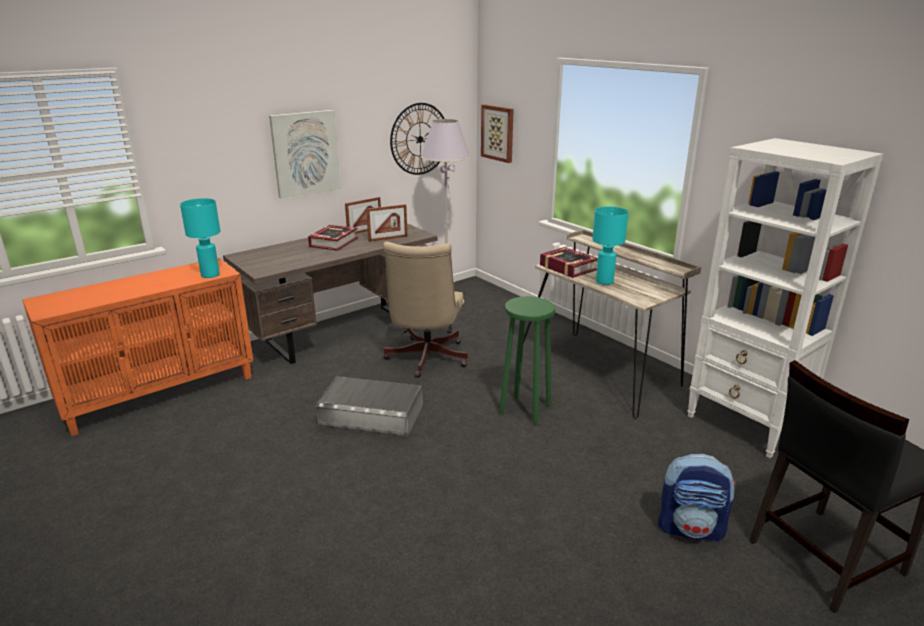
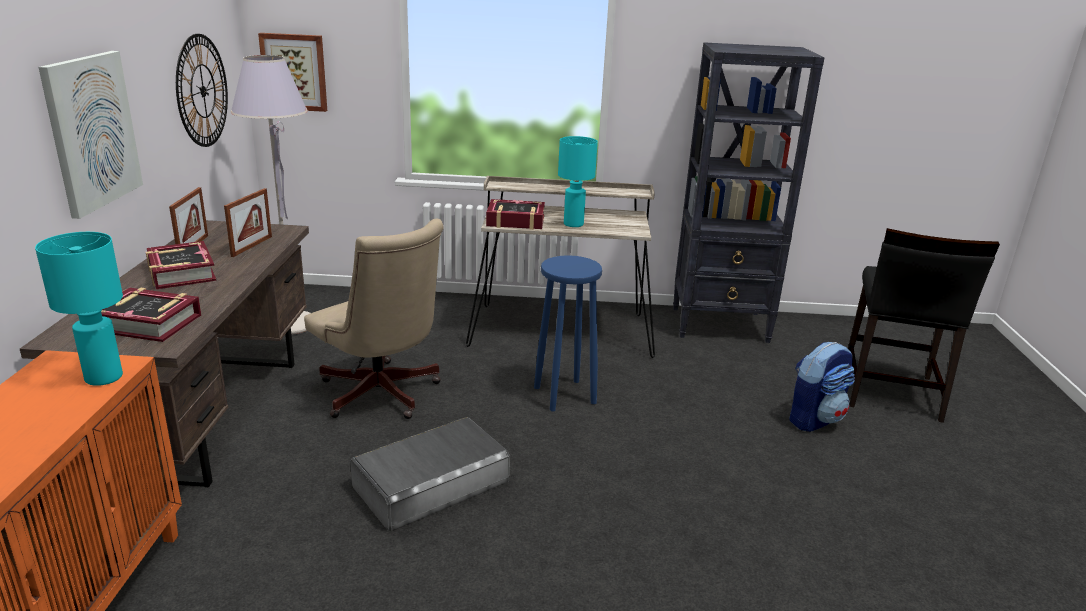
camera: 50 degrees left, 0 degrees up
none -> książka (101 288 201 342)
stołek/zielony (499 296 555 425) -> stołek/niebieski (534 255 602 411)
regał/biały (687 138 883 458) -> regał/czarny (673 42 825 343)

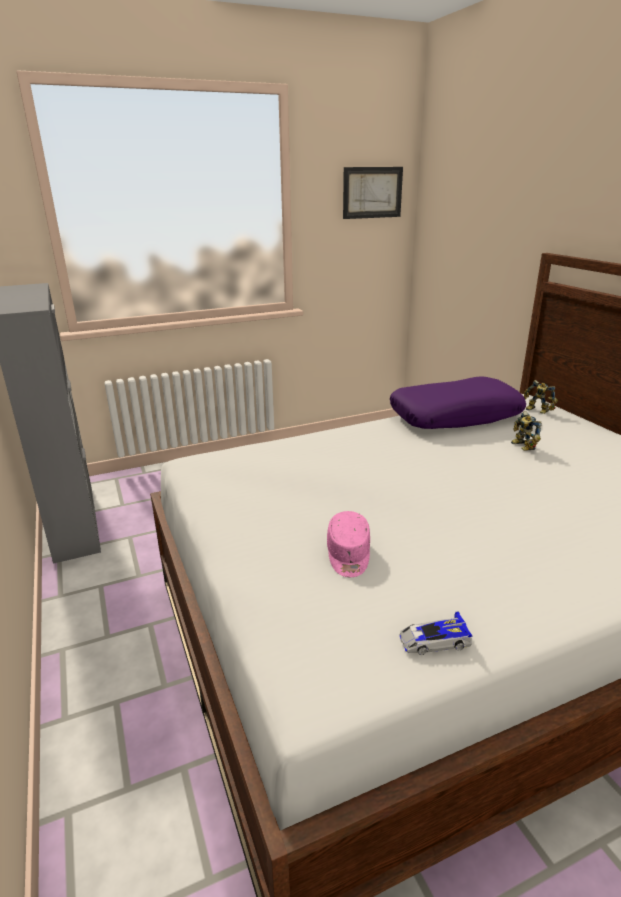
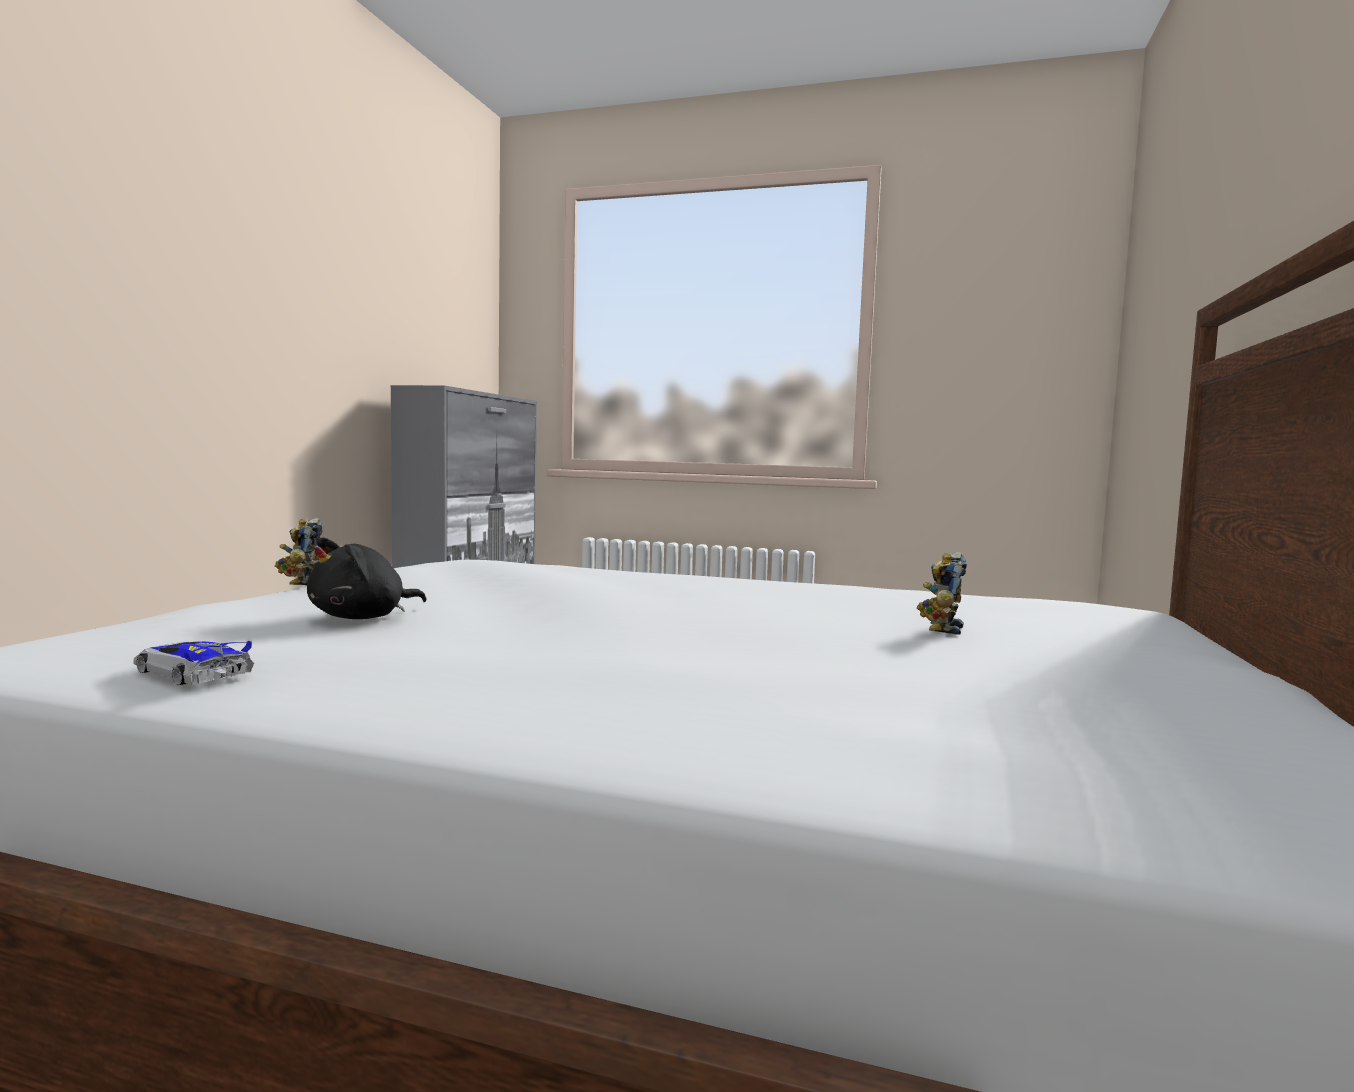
camera: 40 degrees right, 20 degrees down
robot zabawkowy (524 380 558 414) -> robot zabawkowy (275 518 322 585), relocated
czapka z daszkiem/różowy (327 511 370 577) -> pluszak/czarny (307 537 426 619)
obraz (343 167 403 219) -> none
poduszka/fioletowy (390 376 526 429) -> none

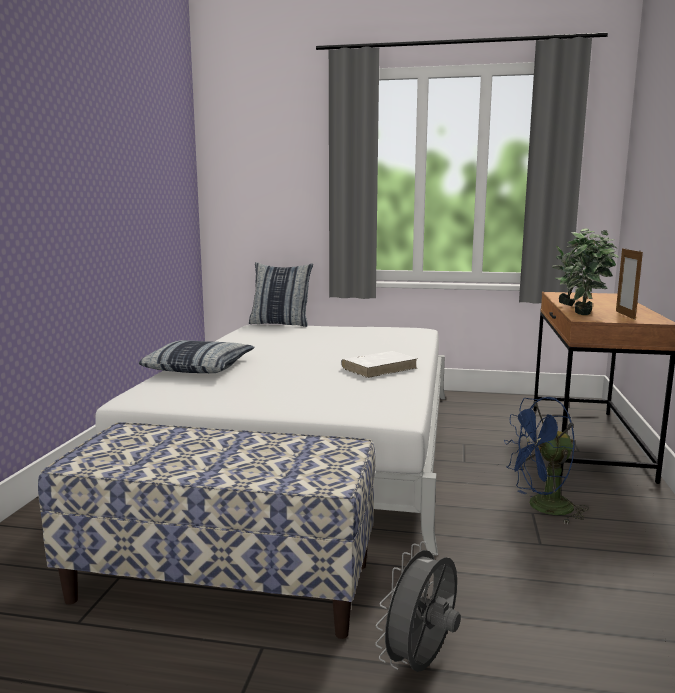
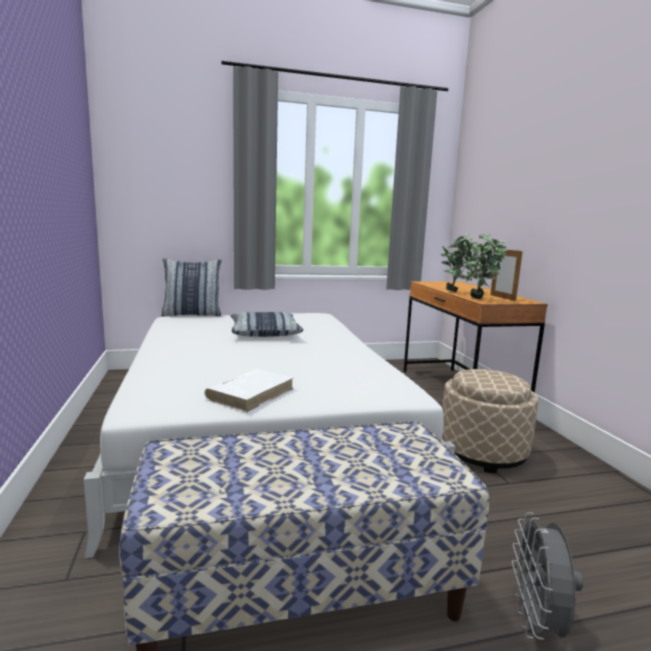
camera: 25 degrees left, 0 degrees up
książka/biały (341 351 418 378) -> książka/biały (204 369 294 412), relocated
poduszka (139 340 255 373) -> poduszka (230 312 303 337), relocated
wentylator/niebieski (504 397 589 524) -> pufa/beżowy (442 369 538 473)

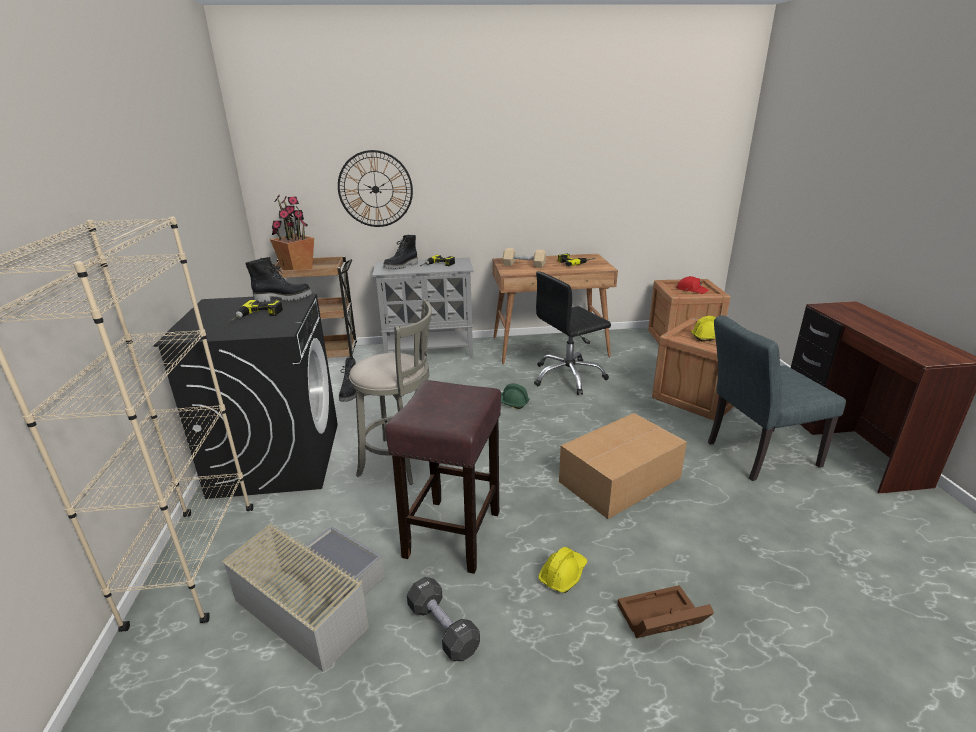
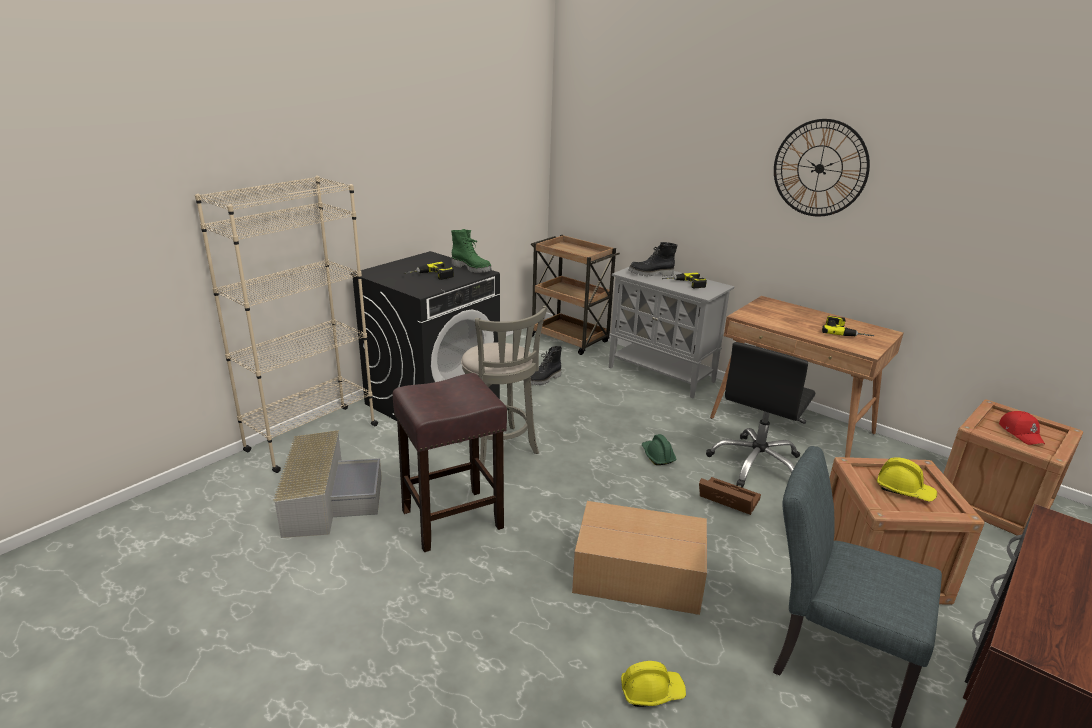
camera: 45 degrees right, 0 degrees up
but z cholewką/czarny (246 257 312 302) -> but z cholewką/zielony (451 229 492 273)
kask/żółty (538 547 587 593) -> kask/żółty (621 661 686 707), relocated
pojemnik do przechowywania/brązowy (617 585 714 638) -> pojemnik do przechowywania/brązowy (699 477 761 515), relocated
krzesło biurowe/czarny (534 271 611 395) -> krzesło biurowe/czarny (706 342 816 488), 75 degrees counterclockwise
zegar ścienny (338 150 413 227) -> zegar ścienny (774 119 870 216), relocated
roślina doniczkowa (270 194 314 270) -> none
hantel/czarny (407 577 480 661) -> none
hantel/beżowy (503 248 546 268) -> none

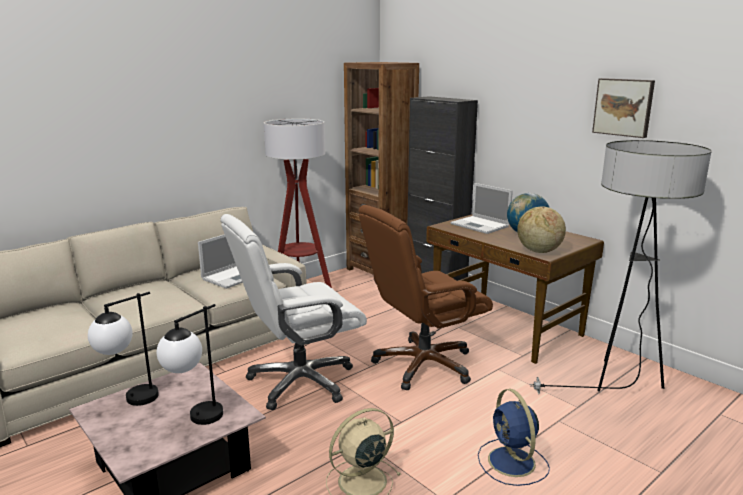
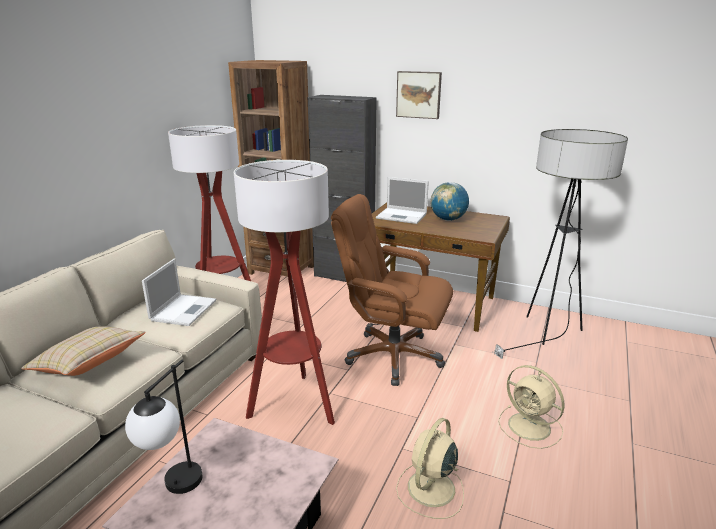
camera: 25 degrees left, 5 degrees up
none -> poduszka/beżowy (21 326 146 376)
krzesło biurowe/biały (221 214 367 410) -> lampa stojąca (234 160 335 425)
krzesło biurowe/brązowy (359 205 493 390) -> krzesło biurowe/brązowy (331 194 453 386), 75 degrees clockwise
obraz (592 78 655 138) -> obraz (396 71 442 119), relocated
wentylator/niebieski (478 389 550 486) -> wentylator/beżowy (498 365 565 449)
lampa stołowa (157 304 223 425) -> none
globus (517 207 566 253) -> none

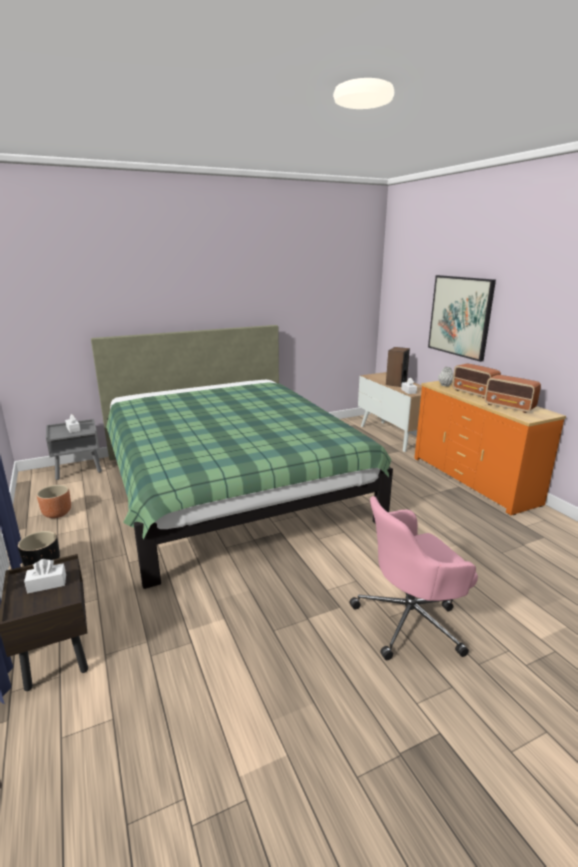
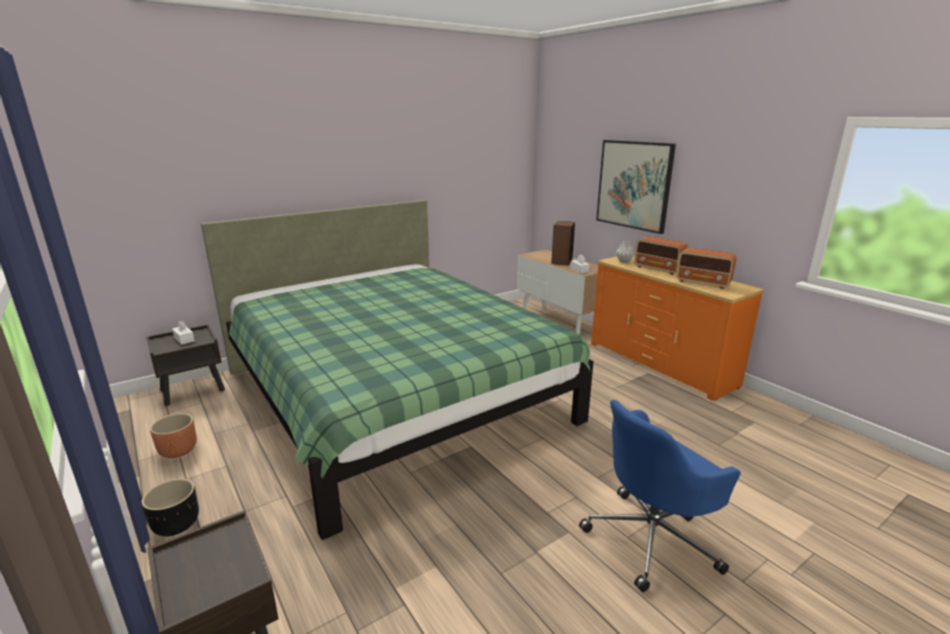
camera: 10 degrees left, 0 degrees up
szafka nocna/szary (46 419 102 480) -> szafka nocna/brązowy (146 324 225 406)
krzesło biurowe/różowy (350 496 478 660) -> krzesło biurowe/niebieski (579 400 741 592)
pudełko chusteczek/biały (24 559 66 593) -> none

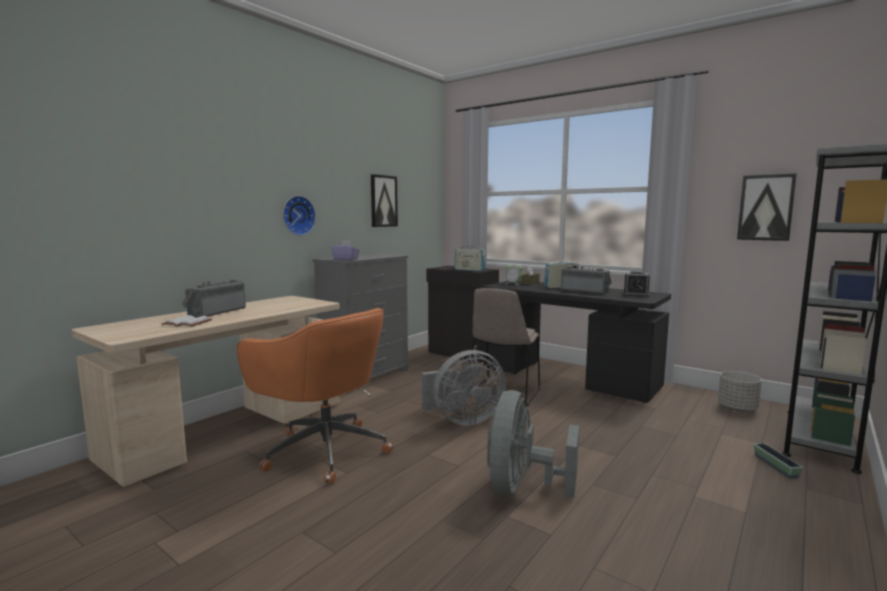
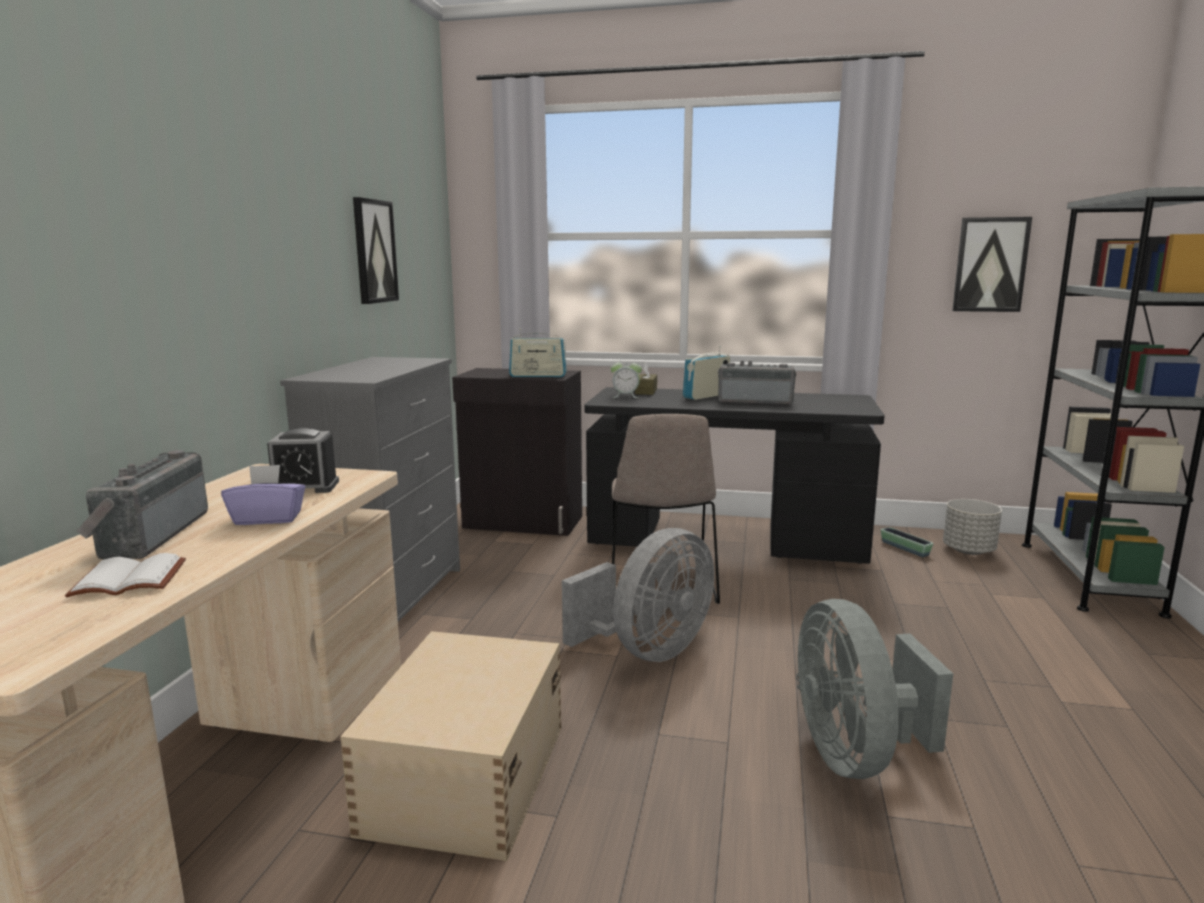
camera: 25 degrees left, 5 degrees up
pudełko chusteczek/fioletowy (331 240 360 260) -> pudełko chusteczek/fioletowy (221 465 306 525), relocated
budzik (623 271 650 297) -> budzik (267 428 339 493), relocated
krzesło biurowe/pomarańczowy (237 308 393 484) -> pojemnik do przechowywania/beżowy (340 631 561 861)
donica (754 443 803 479) -> donica (881 527 933 557), relocated
zegar ścienny (283 196 316 235) -> none

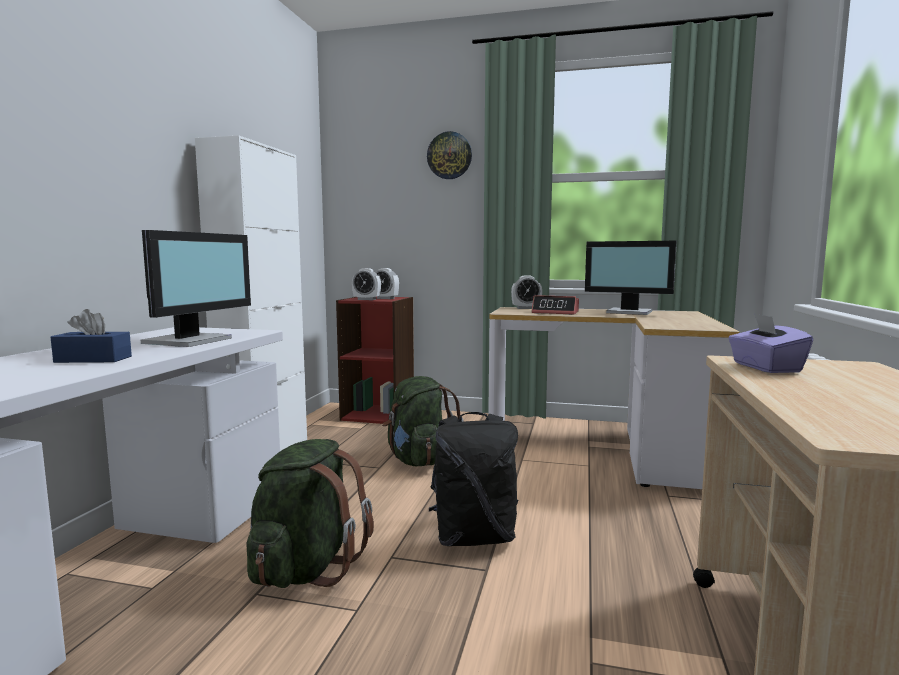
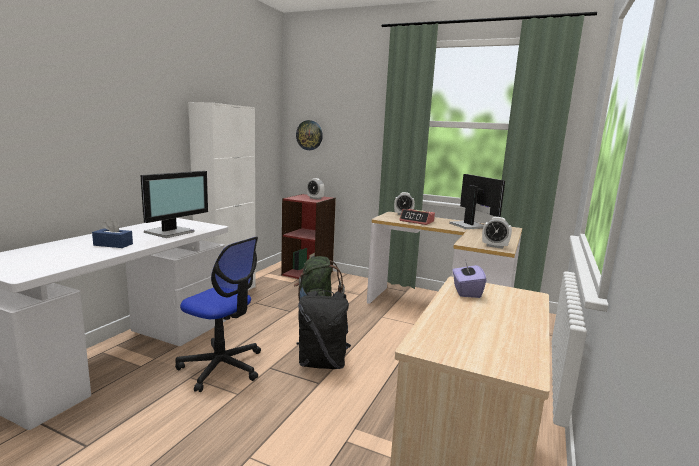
camera: 10 degrees right, 5 degrees up
plecak/zielony (246 439 374 588) -> krzesło biurowe (175 237 261 392)
zegar ścienny (427 131 472 179) -> zegar ścienny (296 120 323 150), relocated
monitor (585 241 677 315) -> monitor (449 174 505 229), 150 degrees counterclockwise
budzik (352 268 381 300) -> budzik (482 217 512 249), relocated

